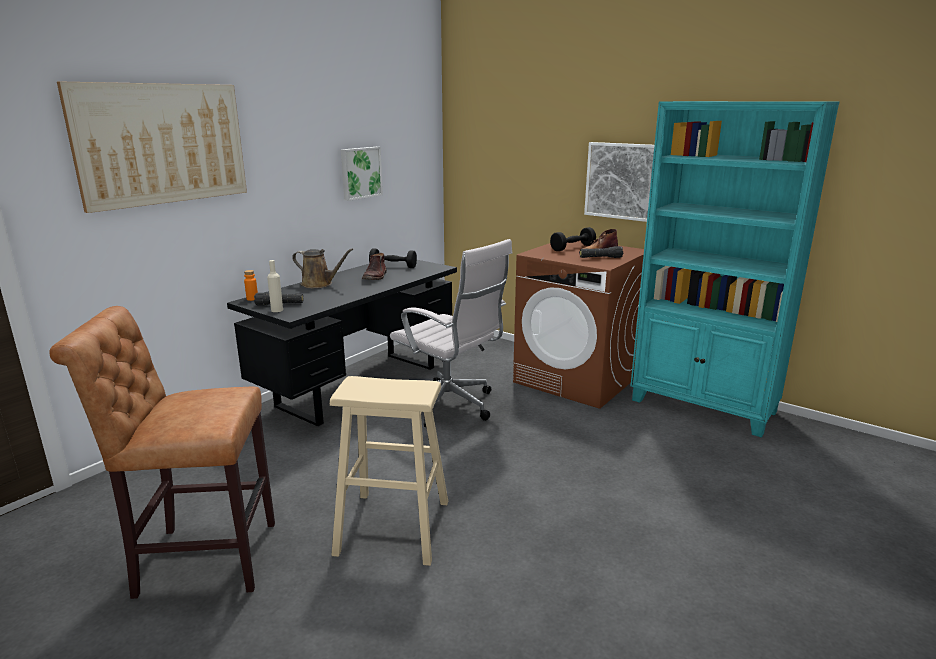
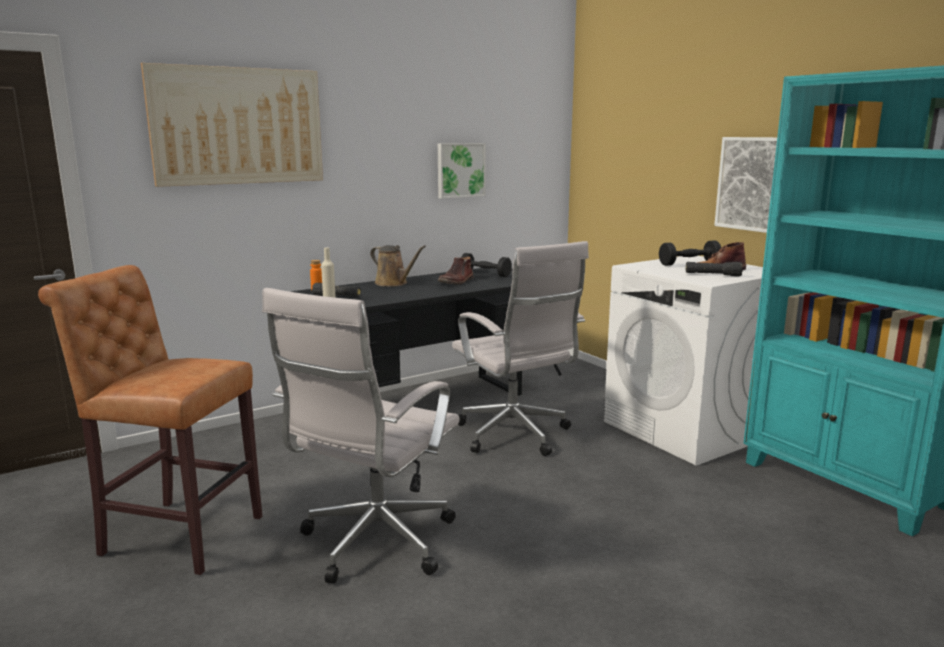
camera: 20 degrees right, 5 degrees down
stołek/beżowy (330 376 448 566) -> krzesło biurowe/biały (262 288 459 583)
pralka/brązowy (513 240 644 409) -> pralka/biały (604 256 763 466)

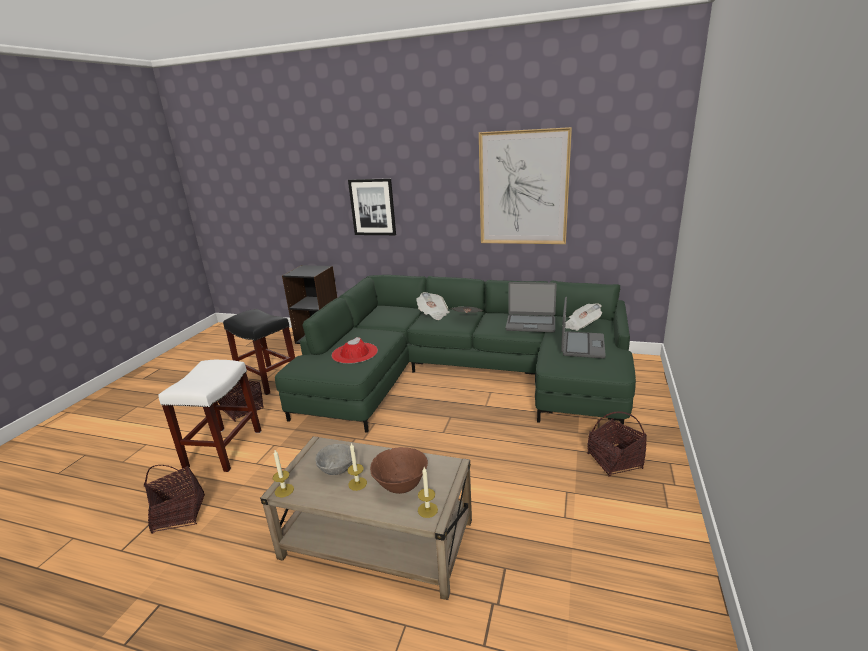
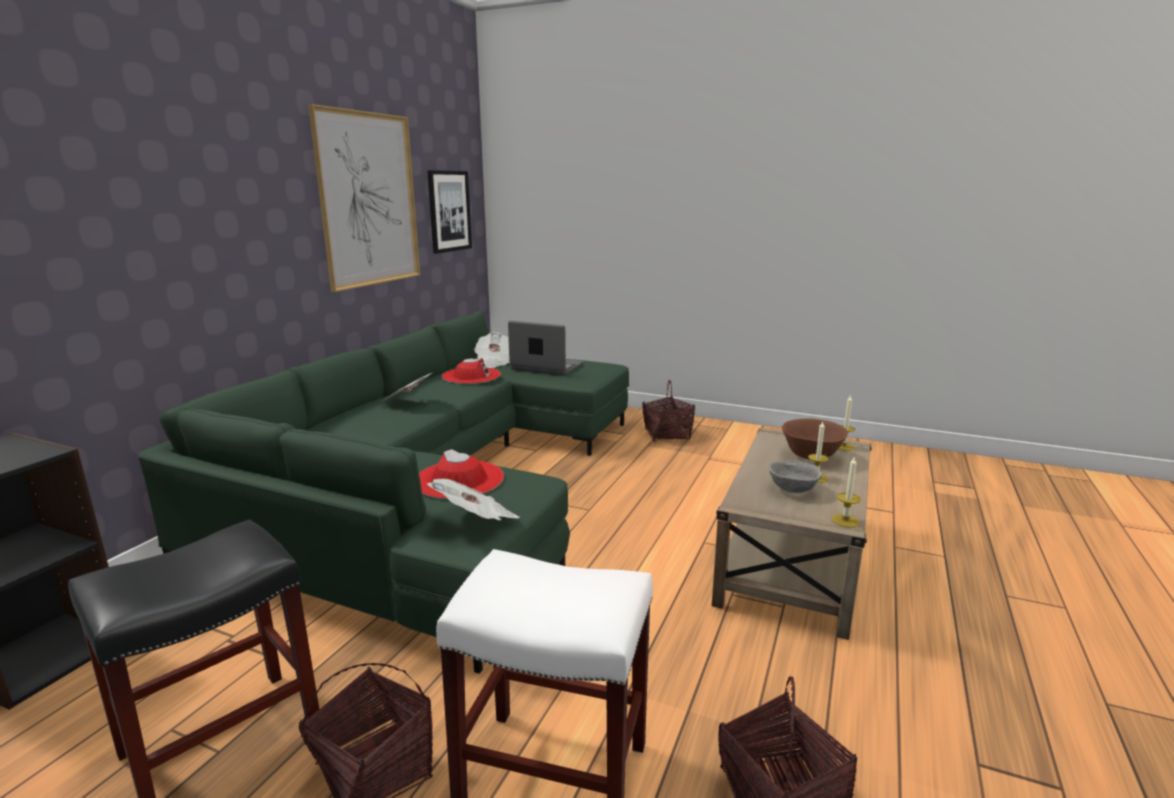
camera: 85 degrees left, 5 degrees down
obraz (348 178 396 235) -> obraz (427 170 472 254), relocated
gazeta (416 292 450 320) -> gazeta (427 479 520 520), relocated
laptop (506 282 557 332) -> kapelusz/czerwony (442 358 501 384)

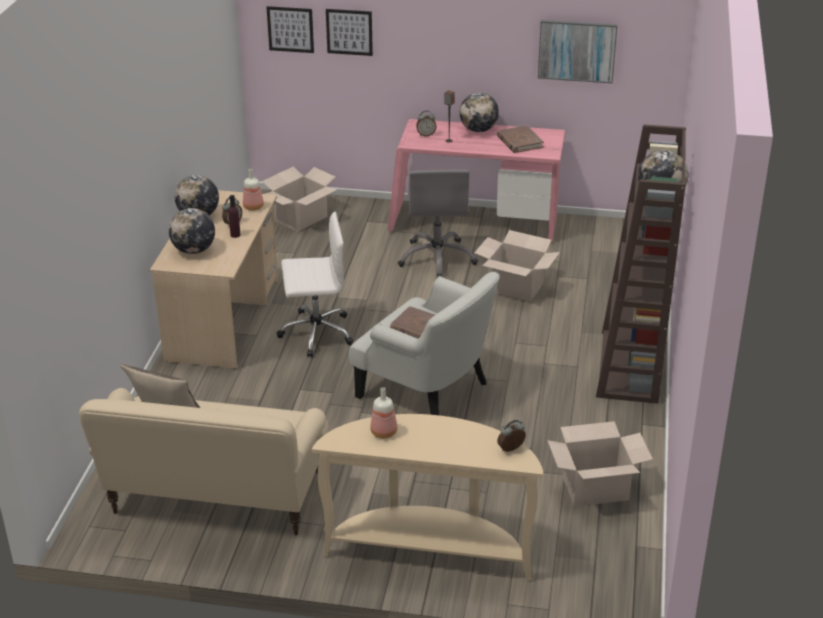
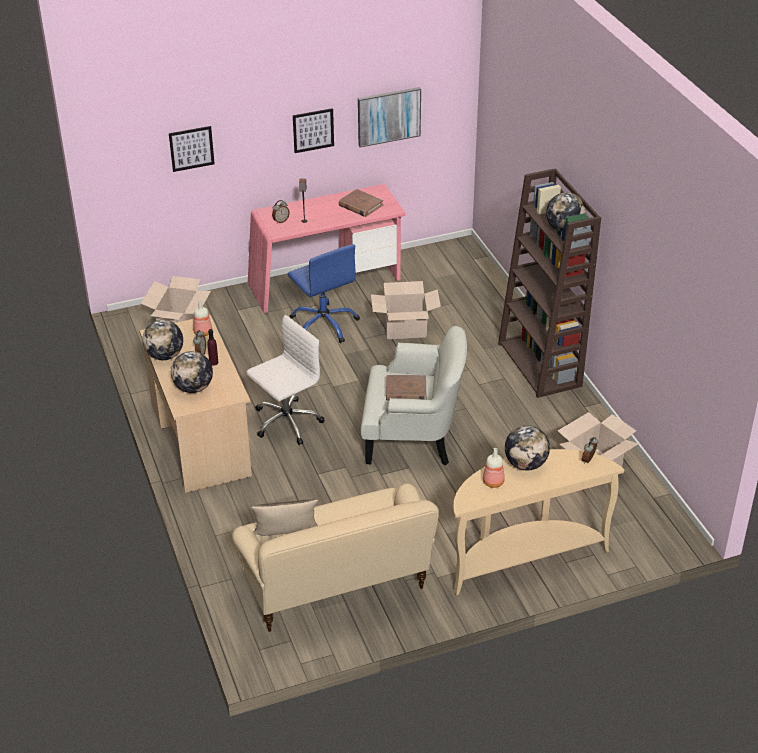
camera: 30 degrees left, 5 degrees up
krzesło biurowe/szary (398 169 478 278) -> krzesło biurowe/niebieski (288 244 360 343)
obraz (267 6 314 53) -> obraz (293 108 334 153), relocated
globus (460 92 499 132) -> globus (505 425 550 470), relocated

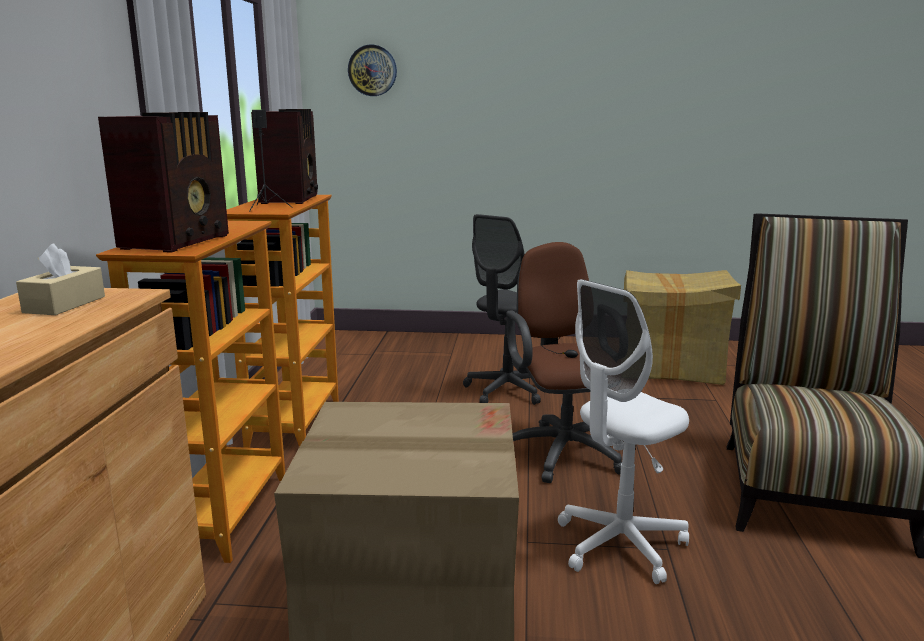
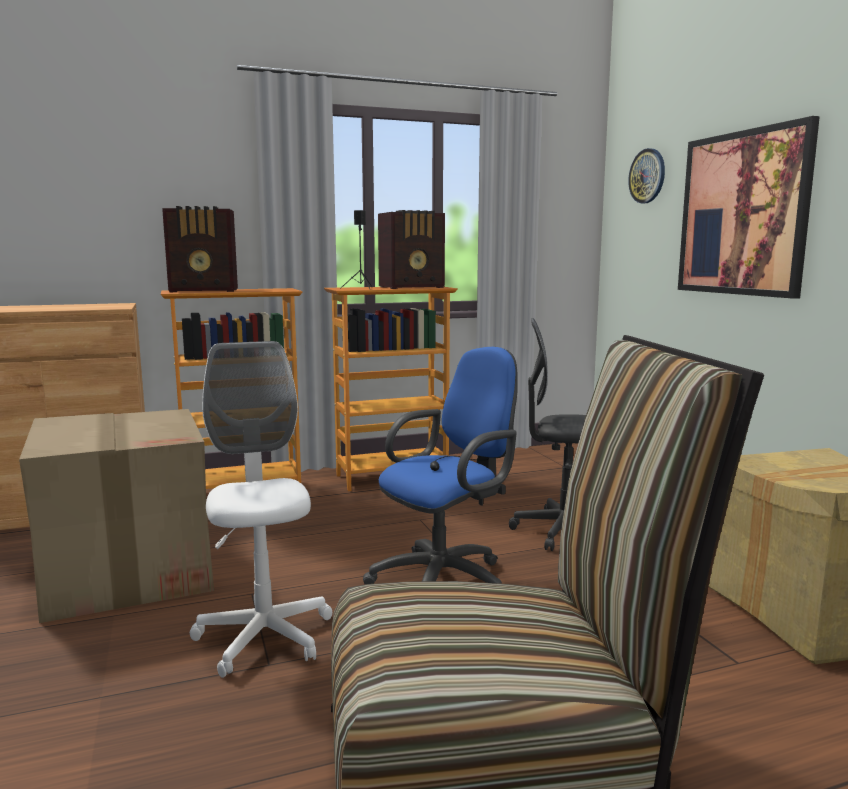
camera: 65 degrees right, 5 degrees down
krzesło biurowe/biały (558 279 689 584) -> krzesło biurowe/biały (190 341 332 678), 45 degrees clockwise
krzesło biurowe/brązowy (506 242 622 483) -> krzesło biurowe/niebieski (363 347 518 584)
none -> obraz (678 116 820 299)
pudełko chusteczek/beżowy (16 244 105 315) -> none

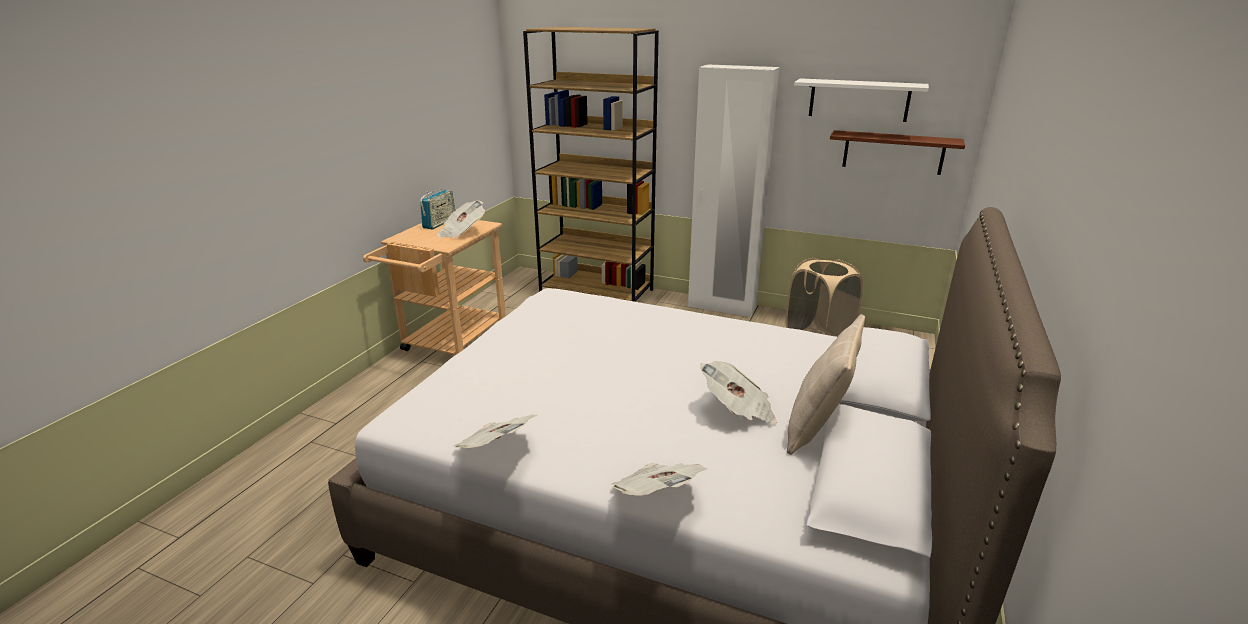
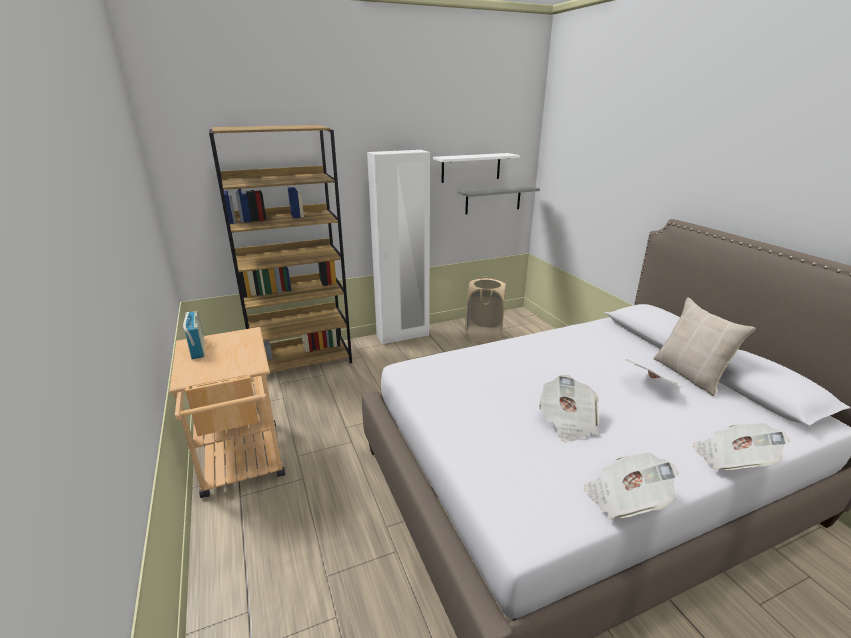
camera: 45 degrees left, 0 degrees up
półka/brązowy (830 130 965 175) -> półka/szary (458 185 540 214)
gazeta (437 200 485 238) -> gazeta (539 375 599 442), relocated

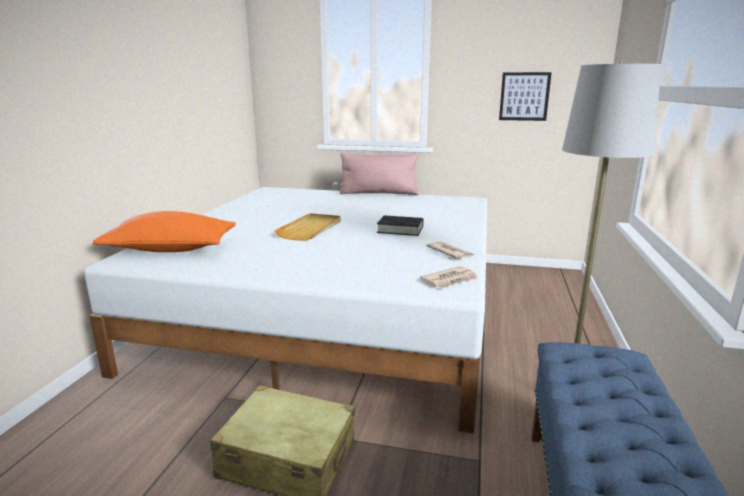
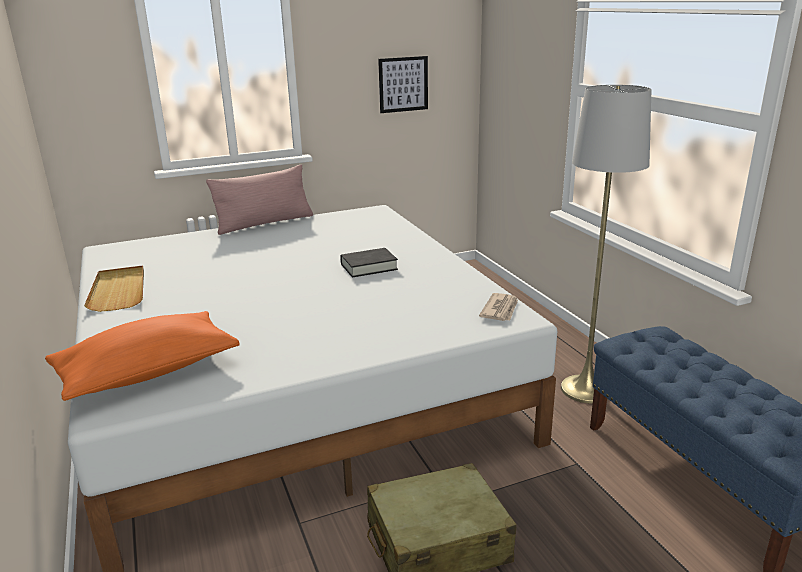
camera: 35 degrees left, 5 degrees up
taca/beżowy (274 213 341 241) -> taca/beżowy (84 265 144 312), relocated
gazeta (426 241 474 259) -> none

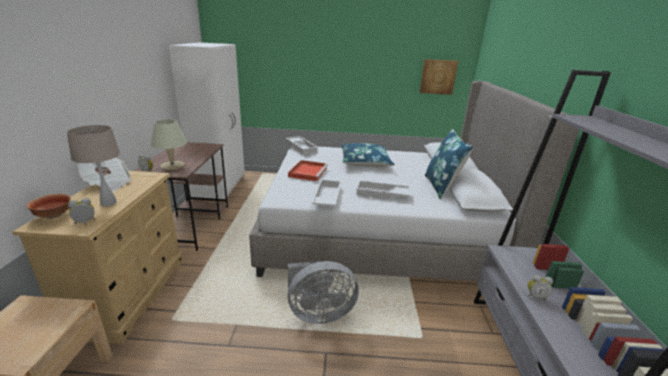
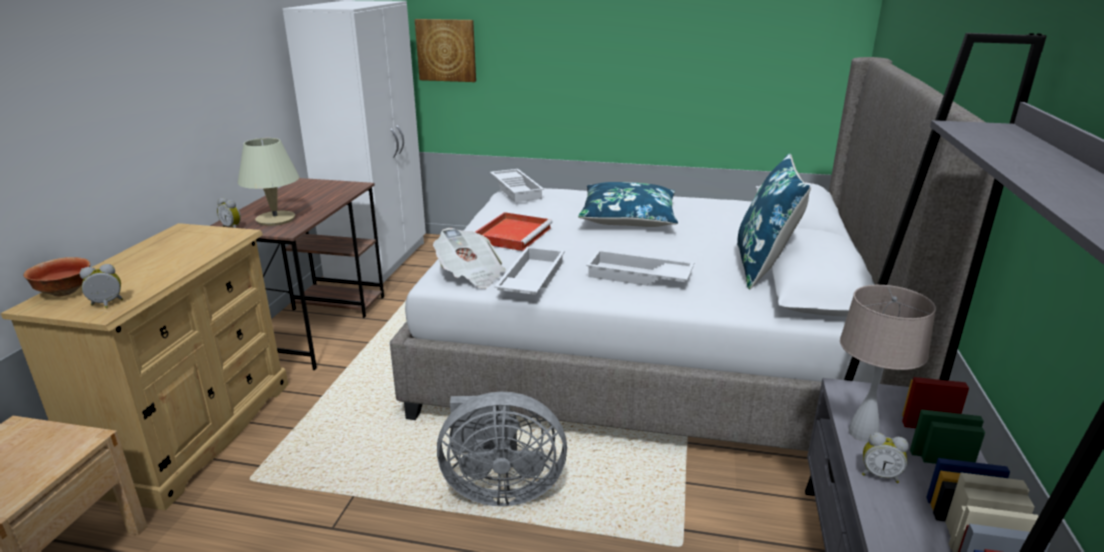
camera: 10 degrees right, 0 degrees up
obraz (419 59 458 95) -> obraz (415 19 476 82), relocated
gazeta (78 158 132 192) -> gazeta (433 228 506 289), relocated
lampa stołowa/beżowy (66 125 120 206) -> lampa stołowa/beżowy (840 285 936 442), relocated

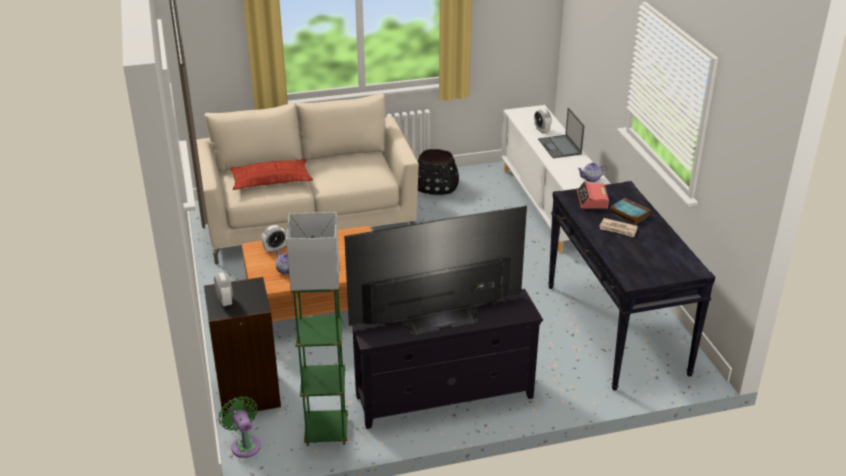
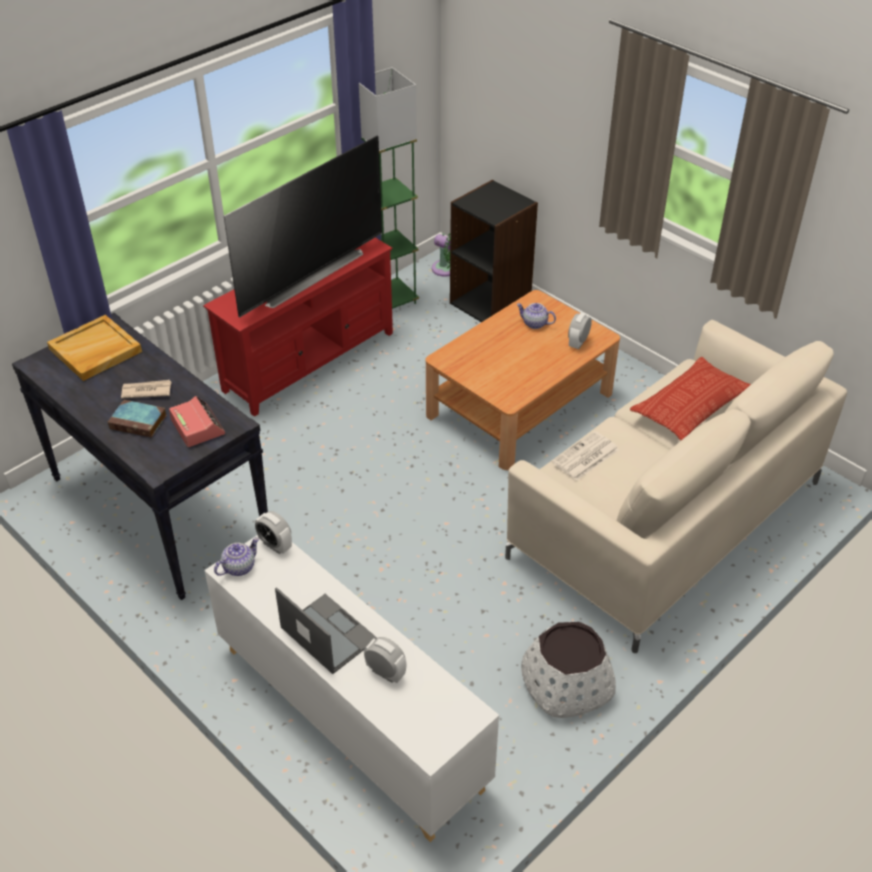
camera: 150 degrees right, 10 degrees up
none -> taca/beżowy (47 315 142 381)
szafka pod telewizor/czarny (353 289 543 429) -> szafka pod telewizor/czerwony (203 238 393 417)
budzik (214 273 233 307) -> budzik (255 511 292 554), relocated
donica/czarny (418 149 459 195) -> donica/biały (521 621 616 718)
none -> gazeta (552 431 619 481)

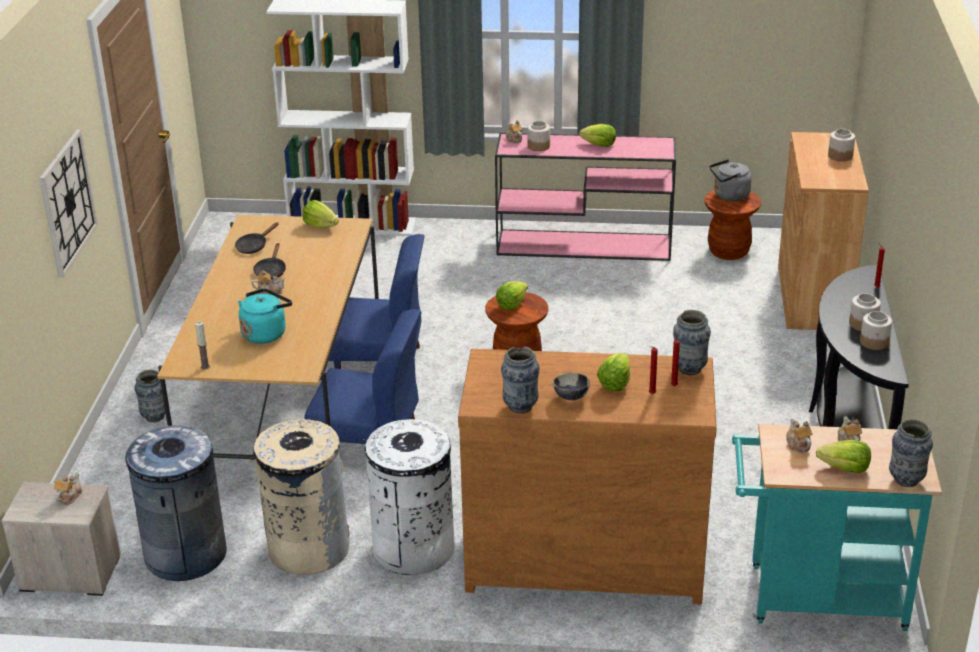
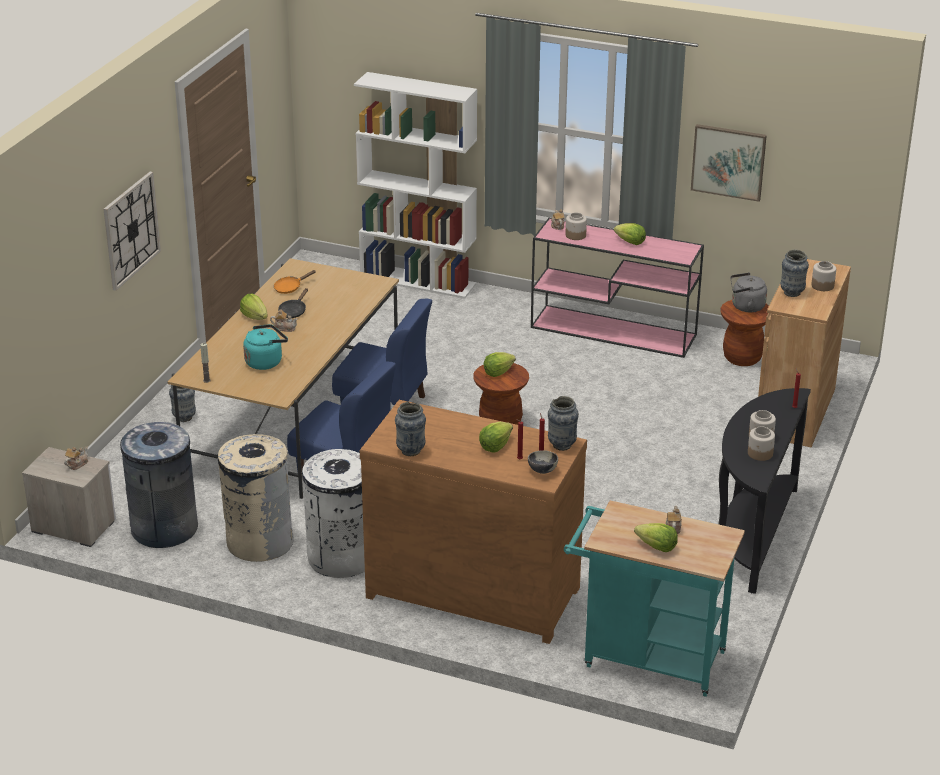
camera: 15 degrees right, 0 degrees up
sałata (303 200 339 228) -> sałata (240 294 268 320), relocated
patelnia/czarny (235 222 278 254) -> patelnia/pomarańczowy (274 270 316 294)
miska (553 373 590 401) -> miska (528 450 558 474), relocated
none -> obraz (691 124 767 202)
wazon (889 419 933 487) -> wazon (780 250 809 297), relocated
imbryk (786 419 813 453) -> none

